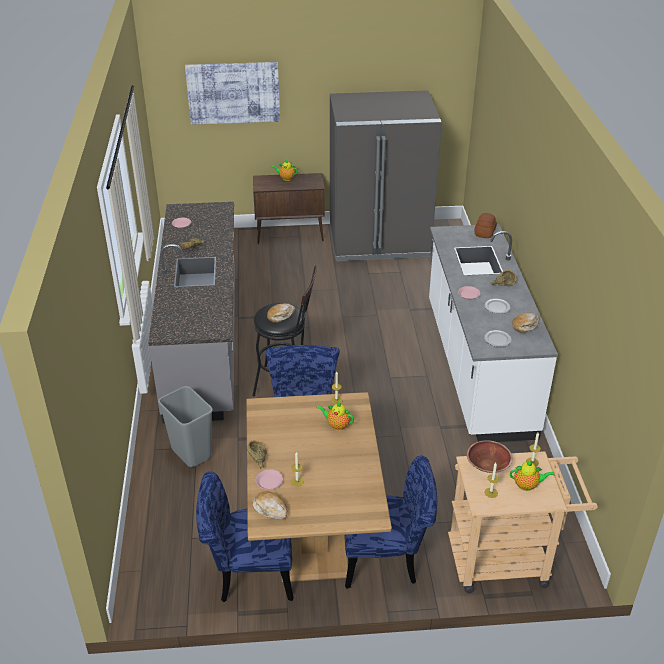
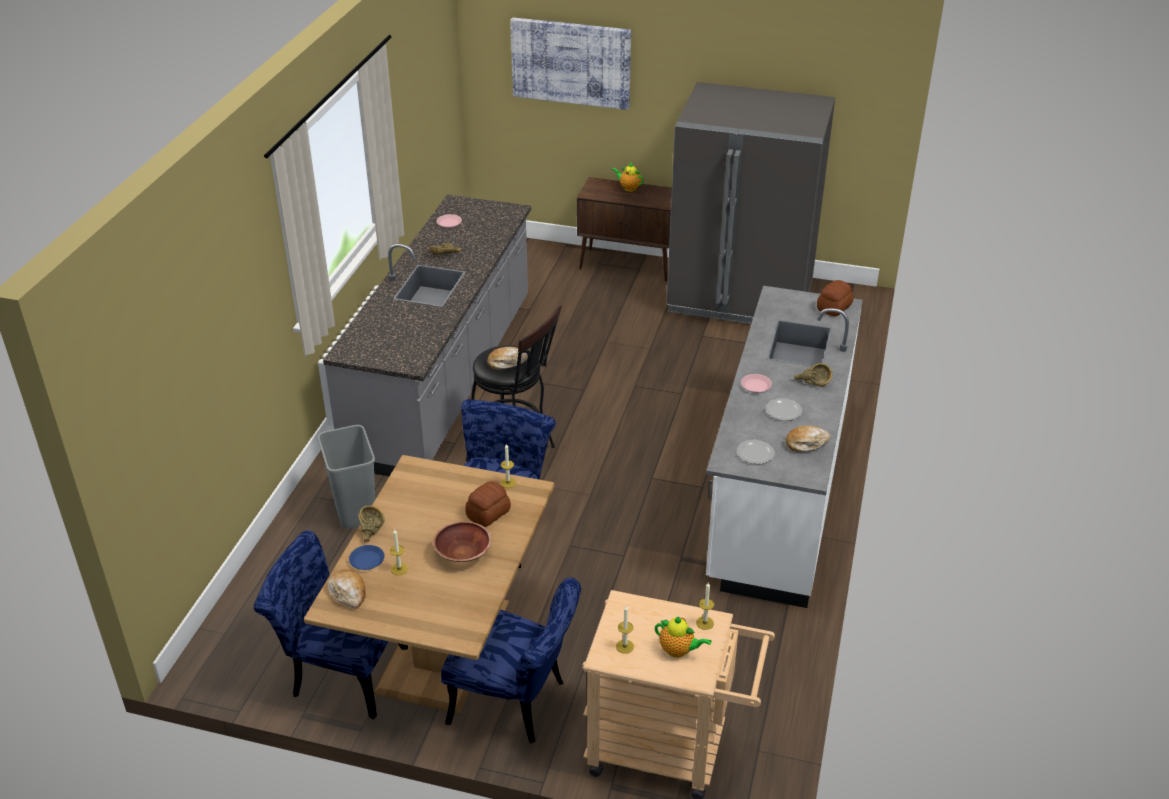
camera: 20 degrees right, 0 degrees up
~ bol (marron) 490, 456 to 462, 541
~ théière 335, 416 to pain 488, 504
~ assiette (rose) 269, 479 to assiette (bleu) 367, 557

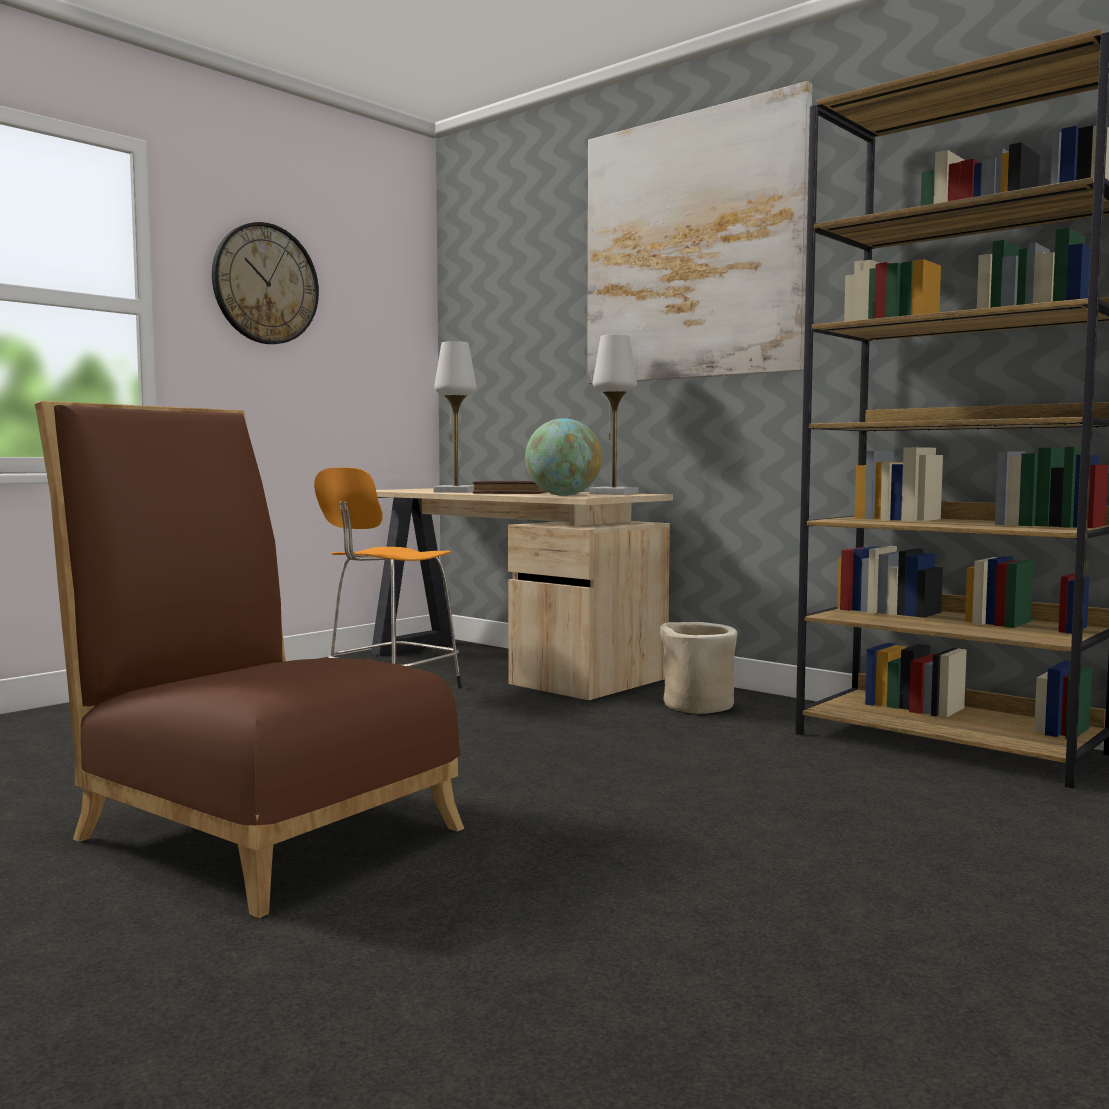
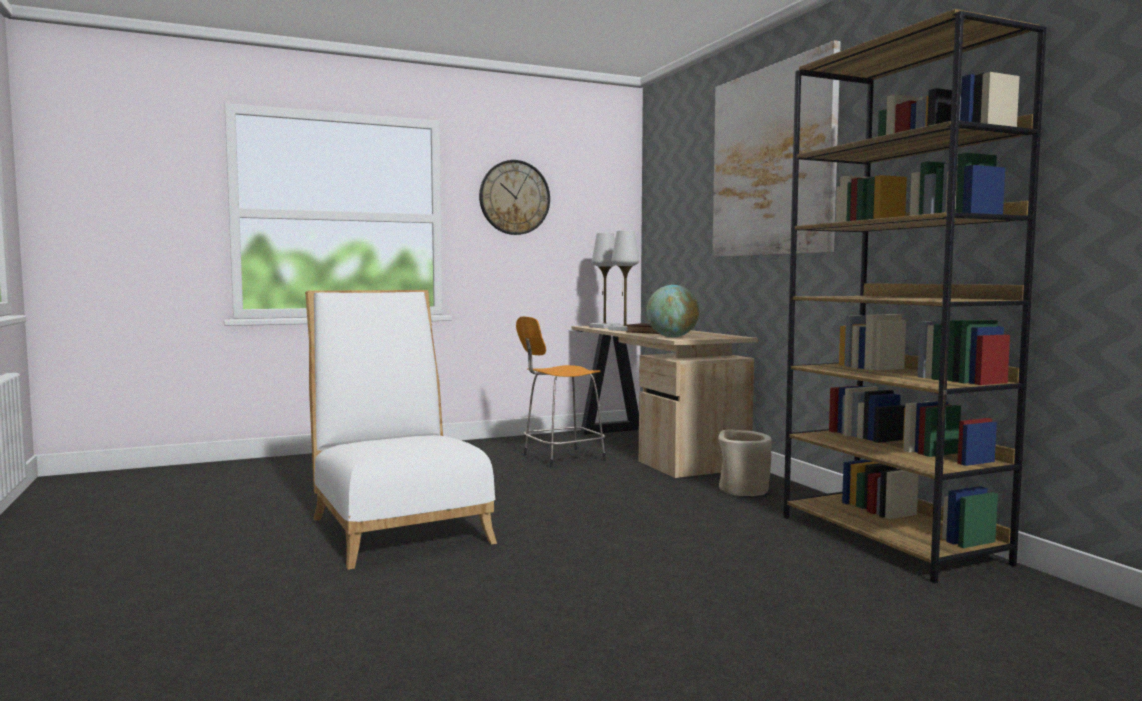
camera: 25 degrees right, 0 degrees up
~ lampe de table (blanc) 614, 414 to 605, 280
~ chaise (marron) 249, 659 to chaise (blanc) 401, 430

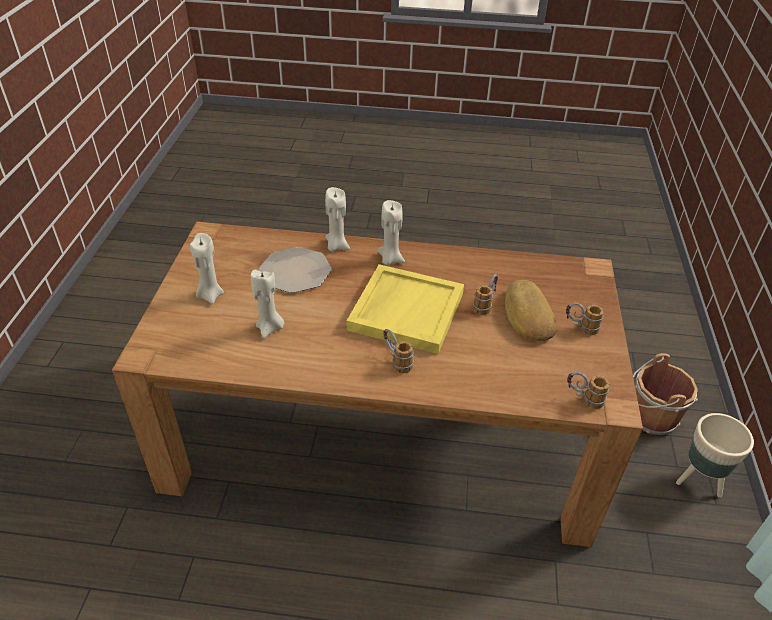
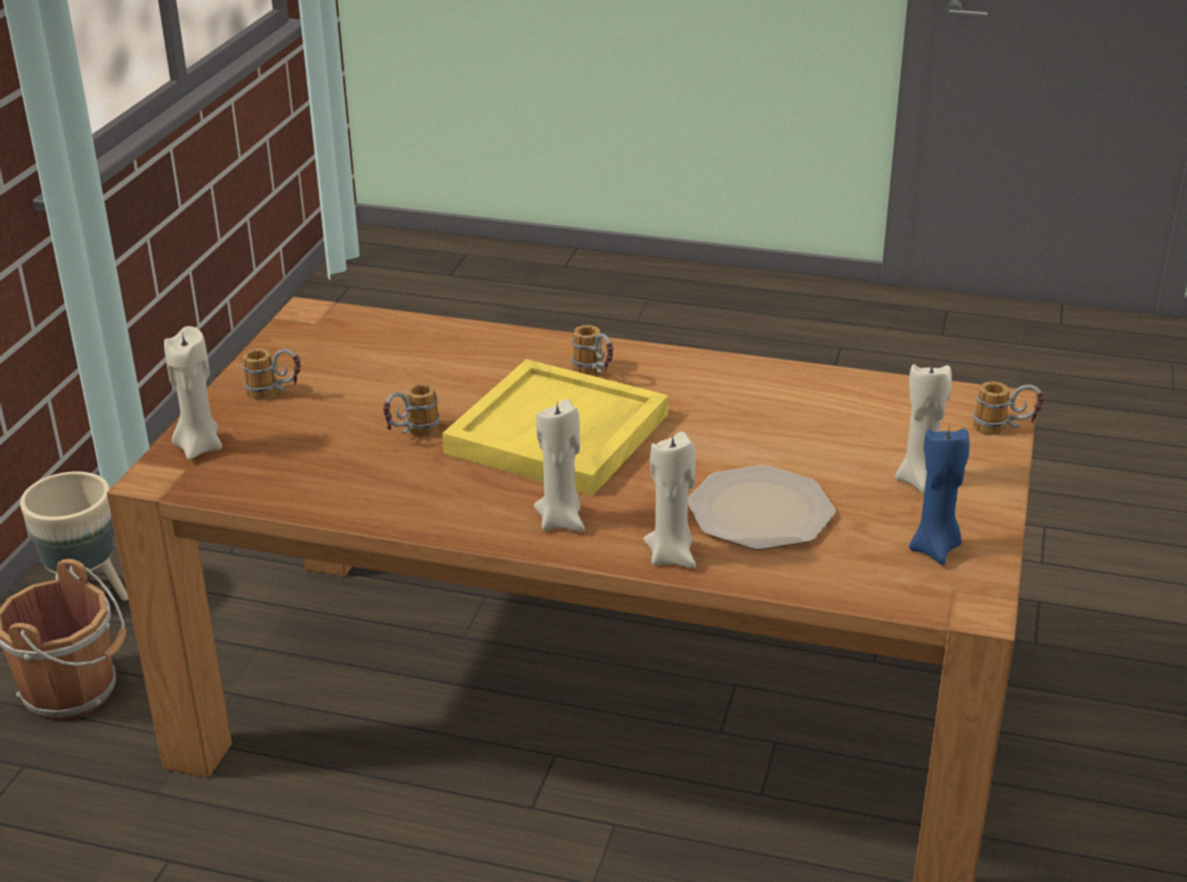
camera: 170 degrees left, 10 degrees down
- pain 531, 310
+ bougie (bleu) 939, 496
~ bougie (beige) 267, 304 to 193, 393
~ mug 588, 390 to 1008, 408

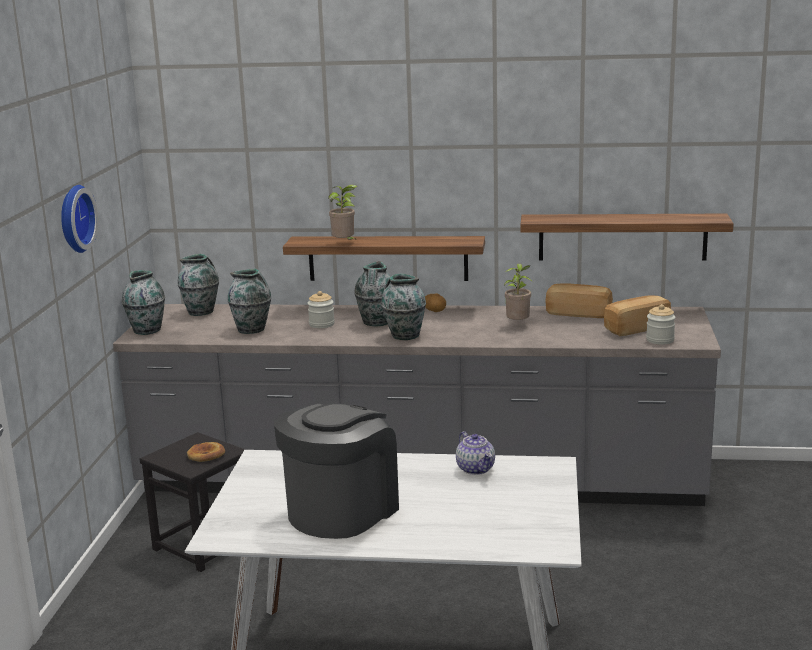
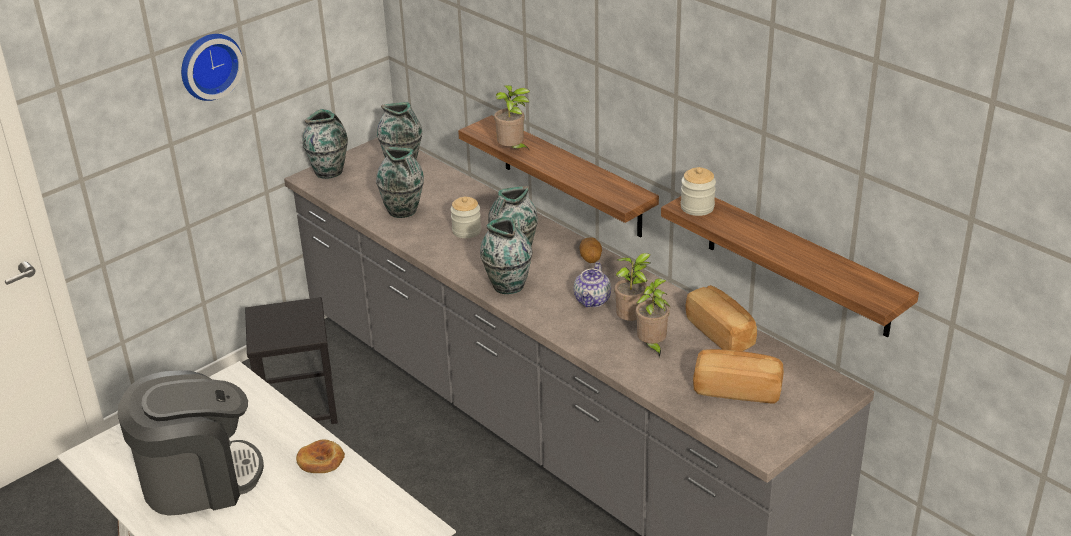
camera: 40 degrees right, 15 degrees up
+ plante en pot 653, 318
~ pain 206, 452 to 320, 456
~ théière 475, 453 to 592, 284
~ bocal 661, 324 to 698, 191

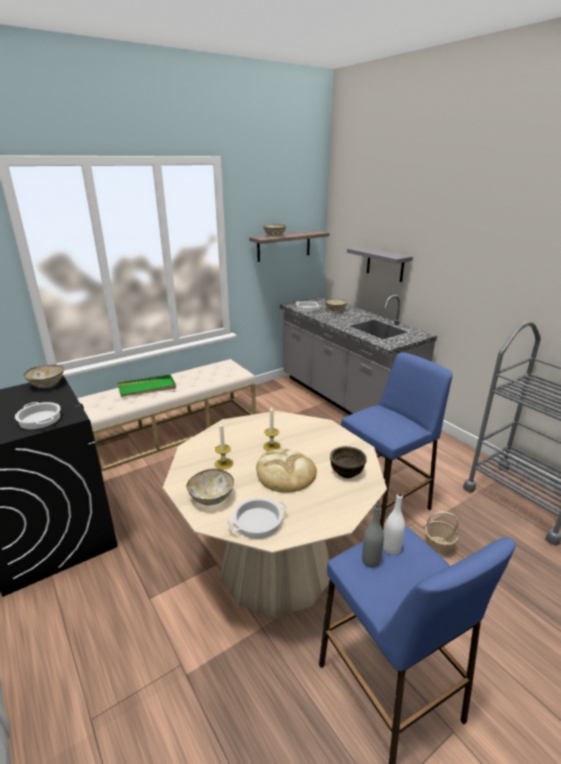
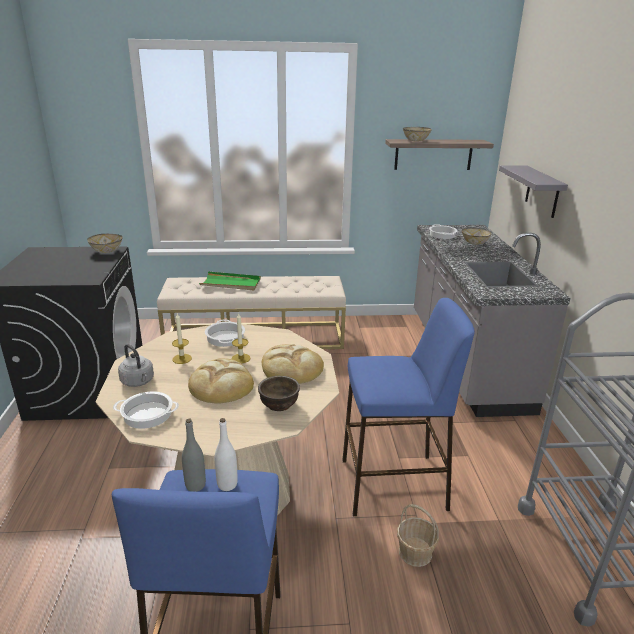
camera: 30 degrees right, 0 degrees up
+ pain 293, 364
~ marmite 38, 415 to 225, 333
~ bol 210, 487 to bouilloire (gris) 136, 365

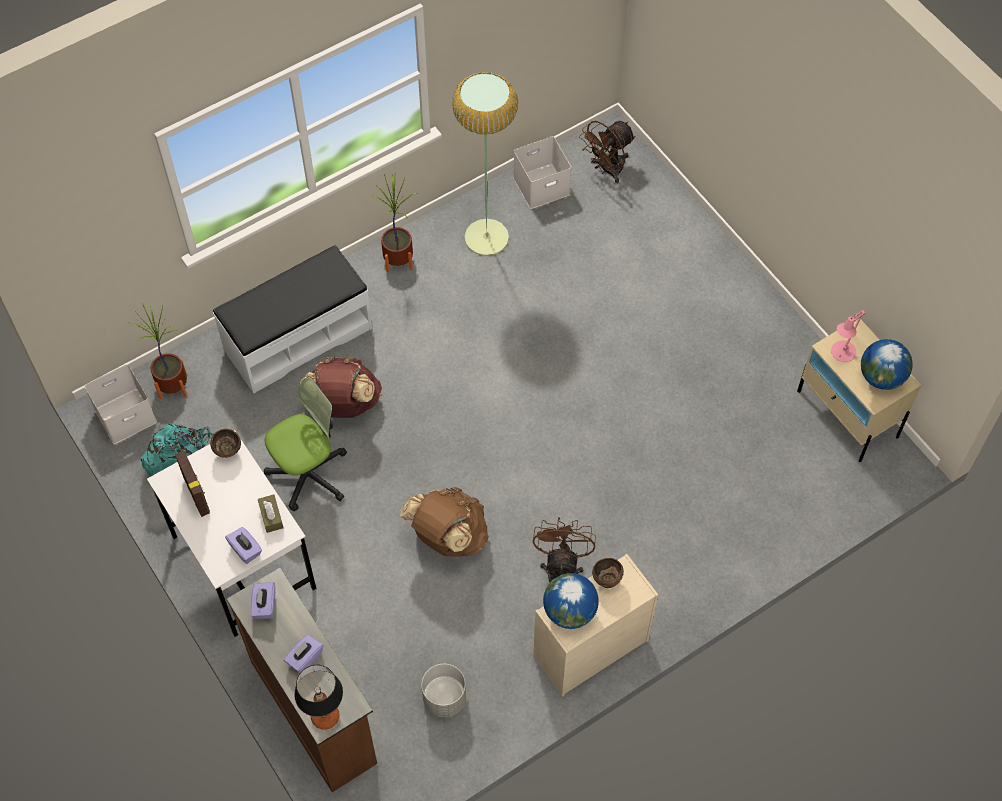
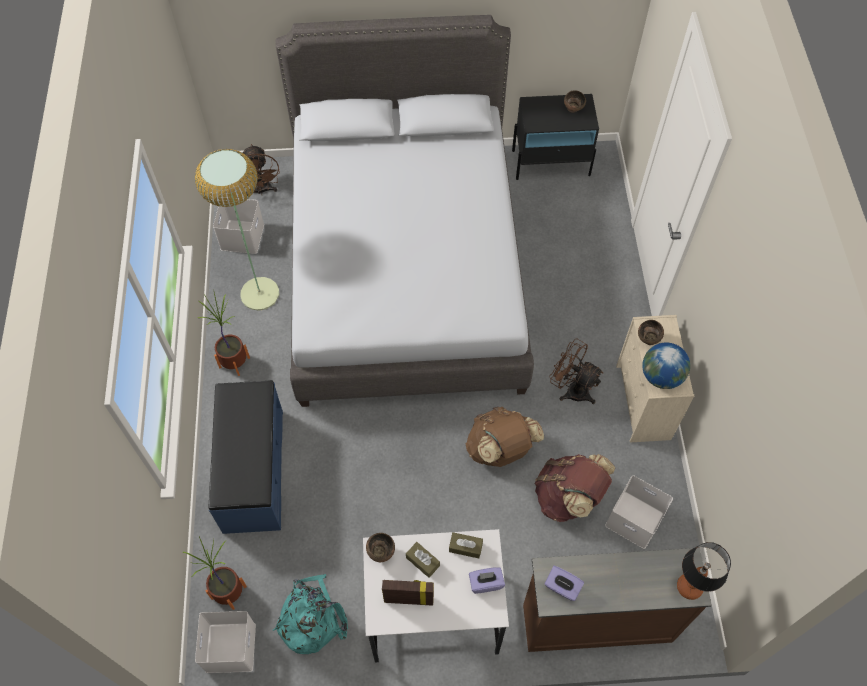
camera: 60 degrees left, 0 degrees up
- chaise de bureau 305, 444
- boîte à mouchoirs (violet) 303, 653
- lampe de table (rose) 848, 336
+ lit (gris) 404, 211
+ boîte à mouchoirs (marron) 423, 560
~ sac à dos (marron) 340, 387 to 575, 488
~ cache-pot (gris) 443, 690 to boîte de rangement (blanc) 639, 512
~ globe 887, 364 to bol (marron) 575, 101
~ banc (blanc) 292, 319 to banc (bleu) 246, 457
~ table de chevet (beige) 859, 390 to table de chevet (noir) 555, 137

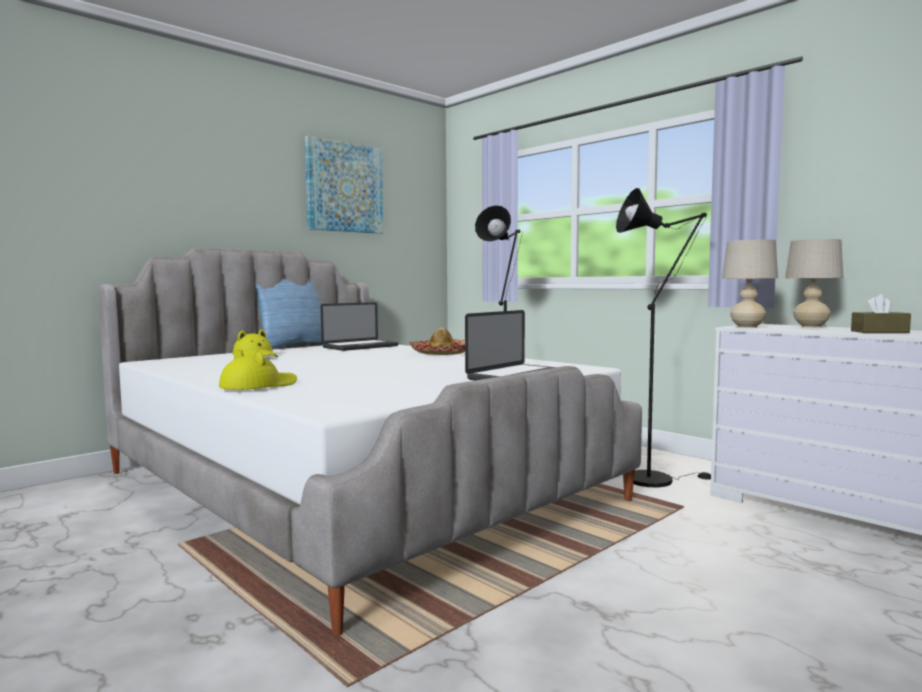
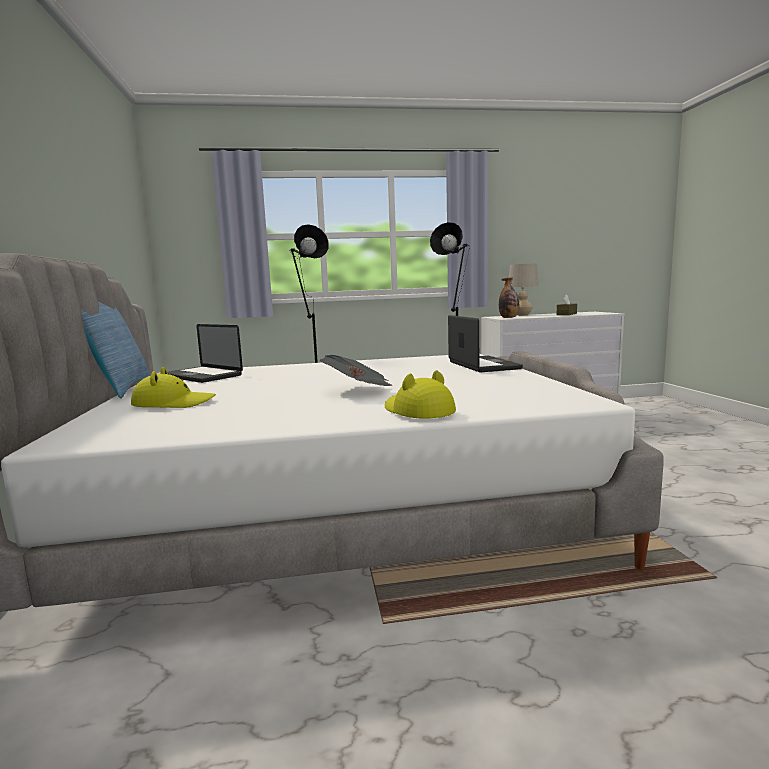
camera: 55 degrees left, 5 degrees up
- tableau 344, 185
- chapeau 437, 341
+ journal 356, 370
~ lampe de table (beige) 750, 284 to bouteille 509, 297
~ ordinateur portable 359, 326 = 205, 353 135 degrees clockwise

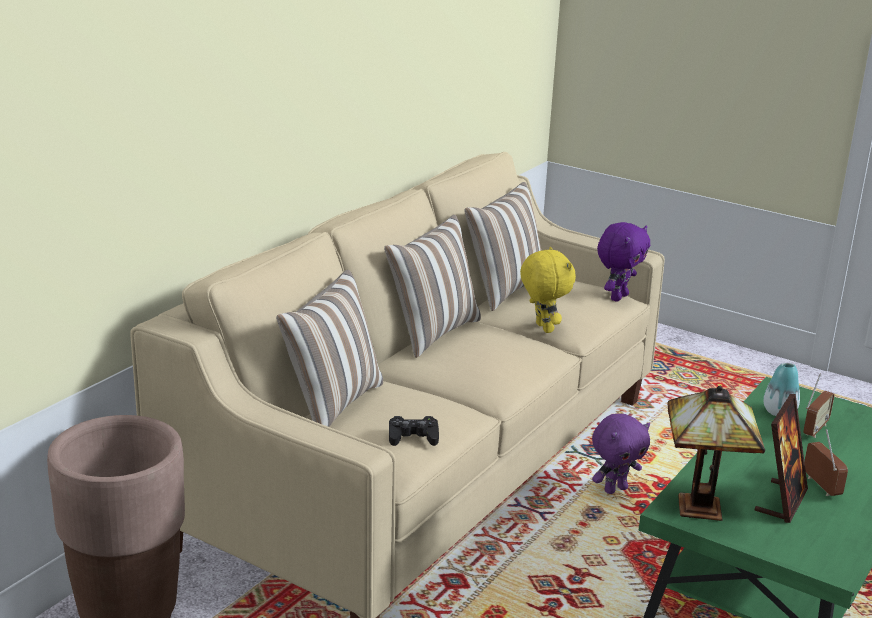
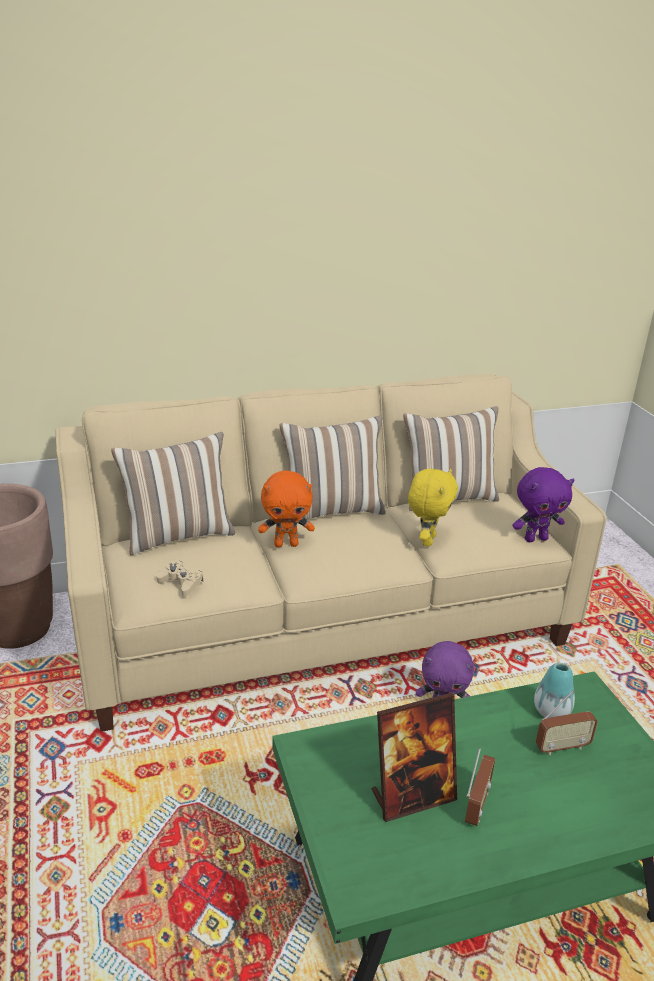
camera: 40 degrees right, 5 degrees up
- lampe de table 716, 453
+ peluche (orange) 286, 509
~ manette (noir) 414, 431 to manette (beige) 180, 579

